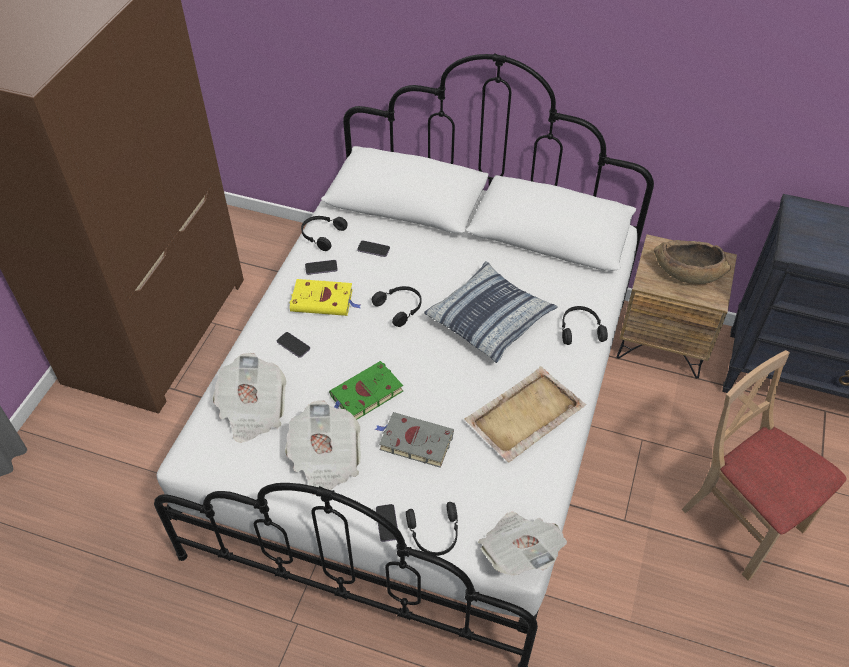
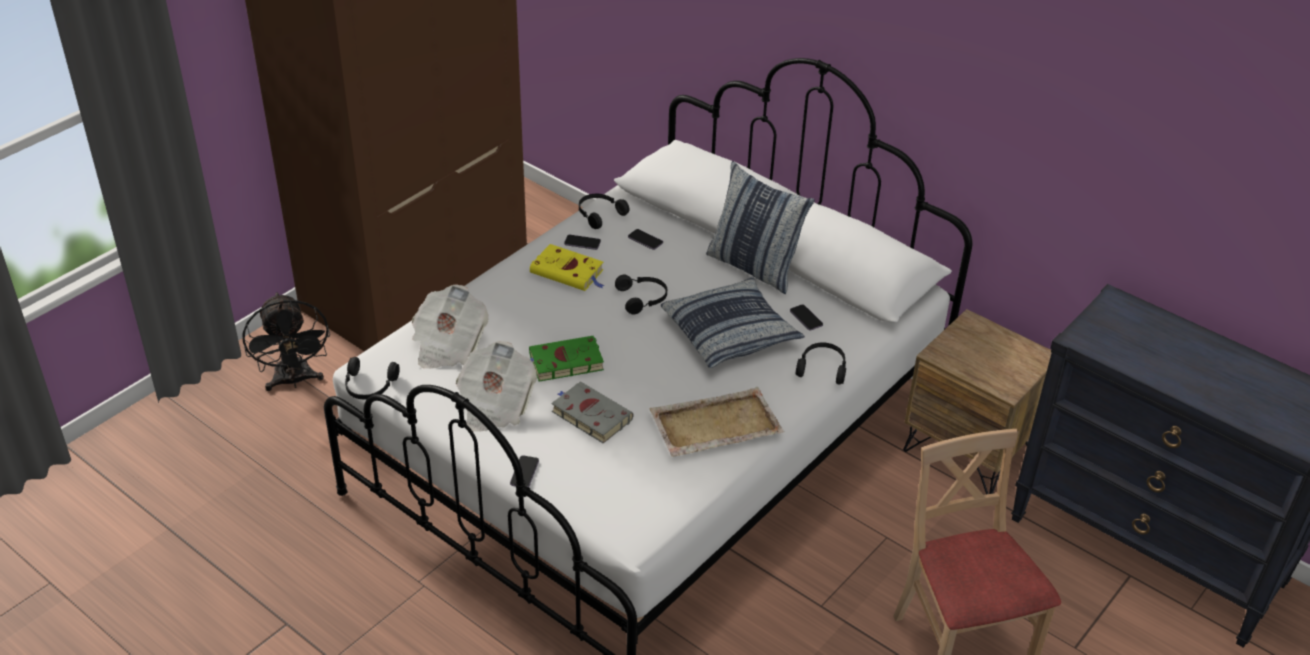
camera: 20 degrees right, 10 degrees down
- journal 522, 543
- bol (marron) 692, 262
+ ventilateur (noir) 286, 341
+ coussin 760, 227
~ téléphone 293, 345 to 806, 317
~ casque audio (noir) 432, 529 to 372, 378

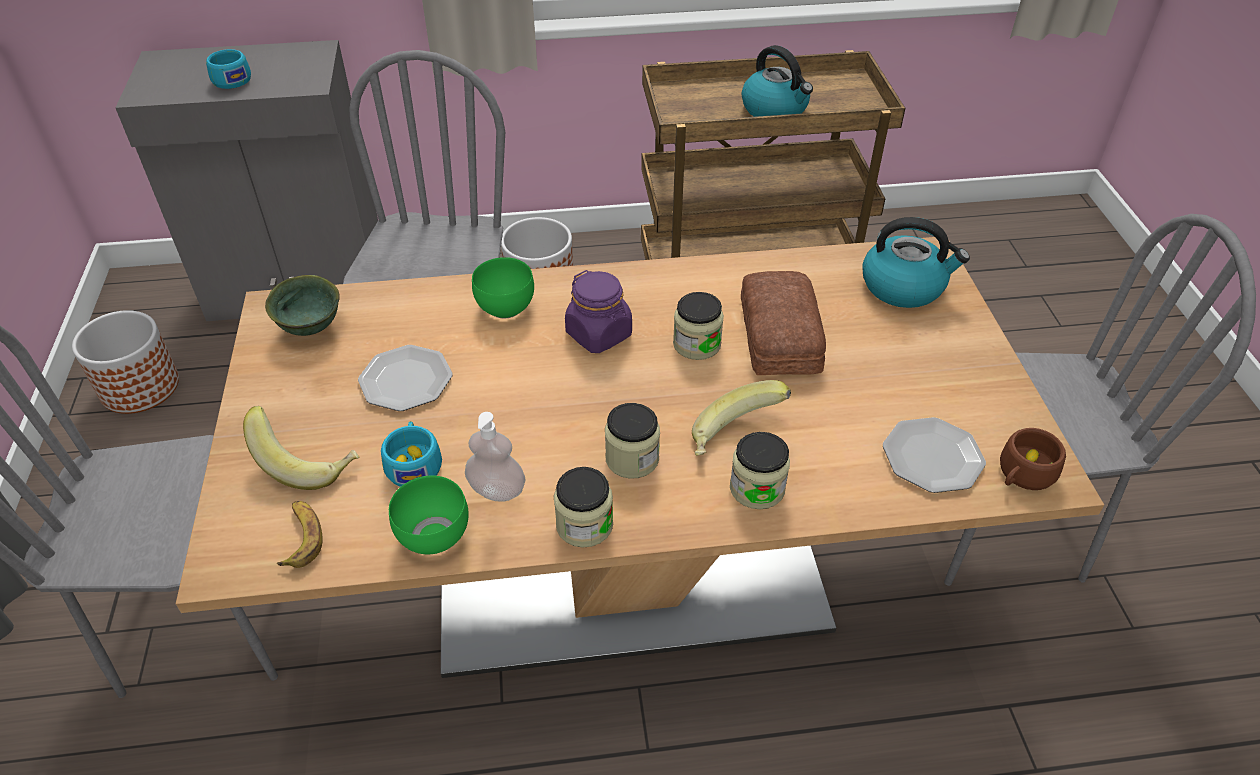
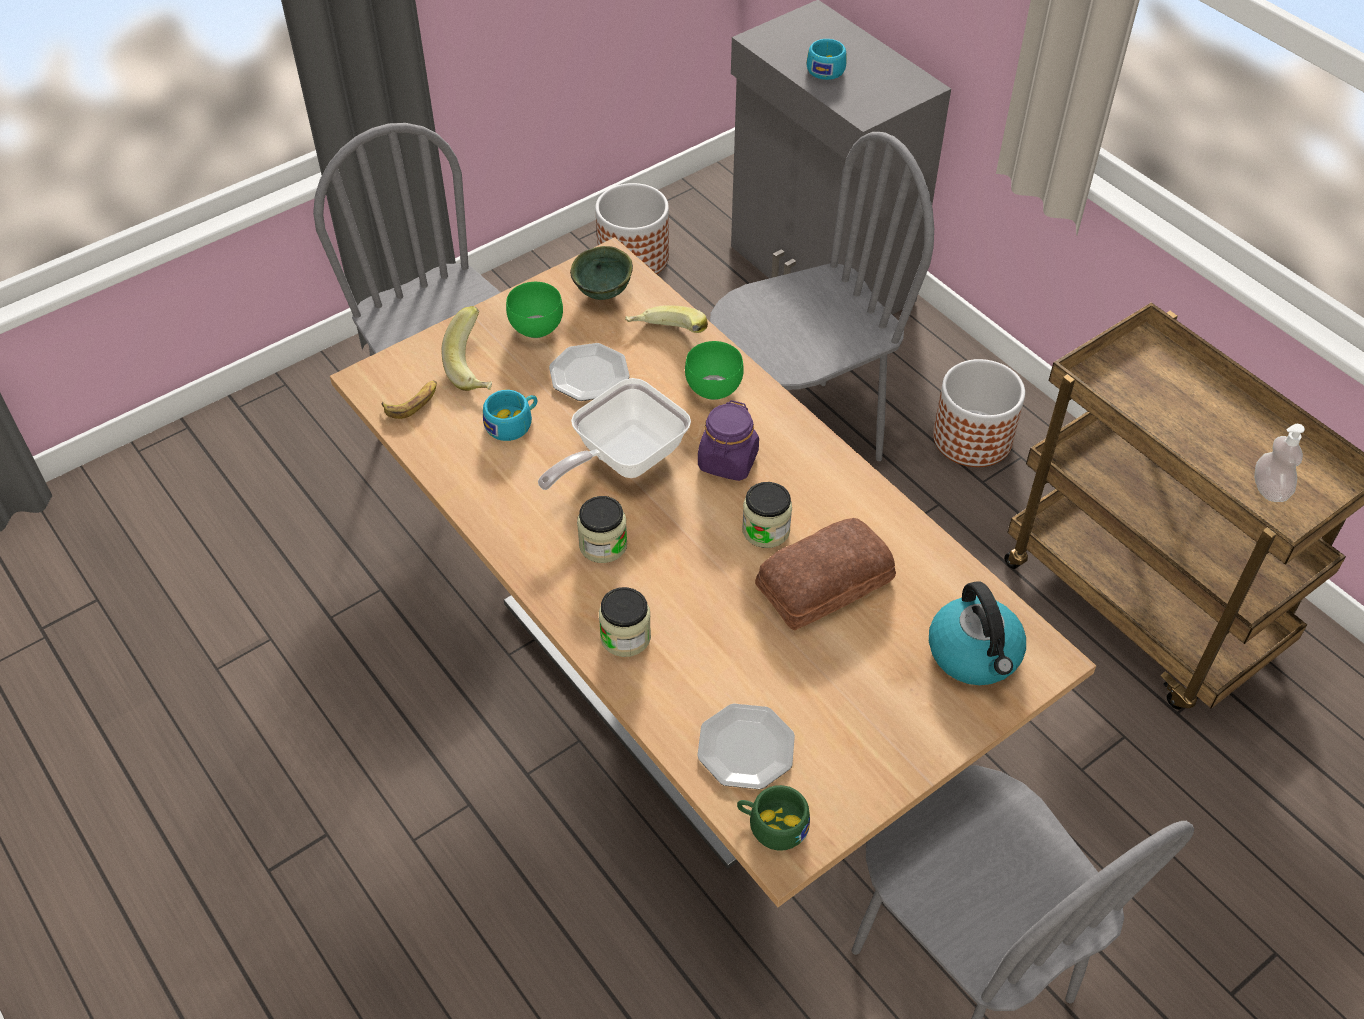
camera: 60 degrees right, 5 degrees up
- bocal 583, 507
- bouilloire 777, 81
+ poêle 614, 434
~ bol (vert) 429, 515 to 534, 310
~ distributeur de savon 495, 457 to 1279, 463
~ banane 741, 418 to 666, 319
~ tasse (marron) 1033, 459 to tasse (vert) 773, 818

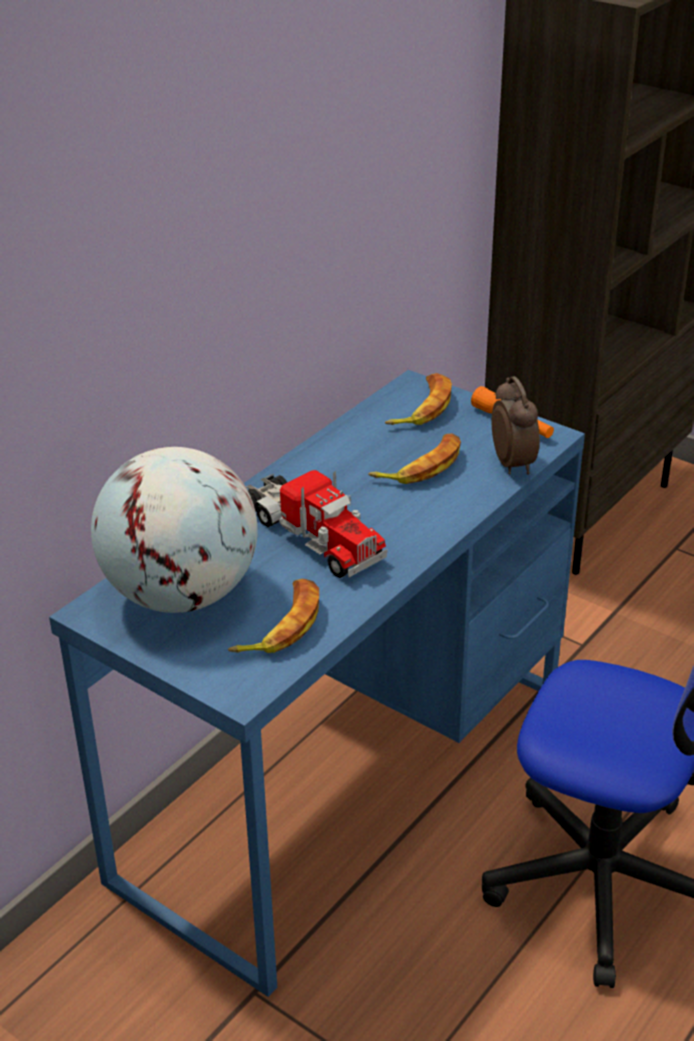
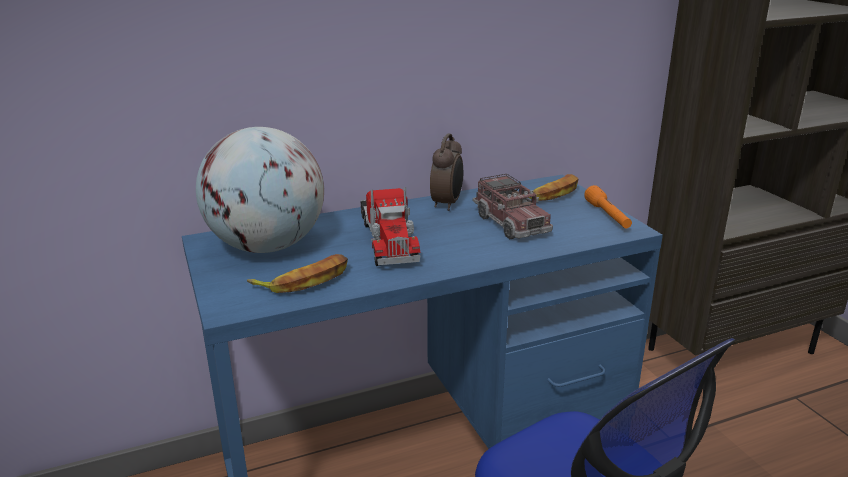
camera: 30 degrees right, 10 degrees down
~ réveil 516, 425 to 446, 172
~ banane 414, 459 to camion jouet 513, 206

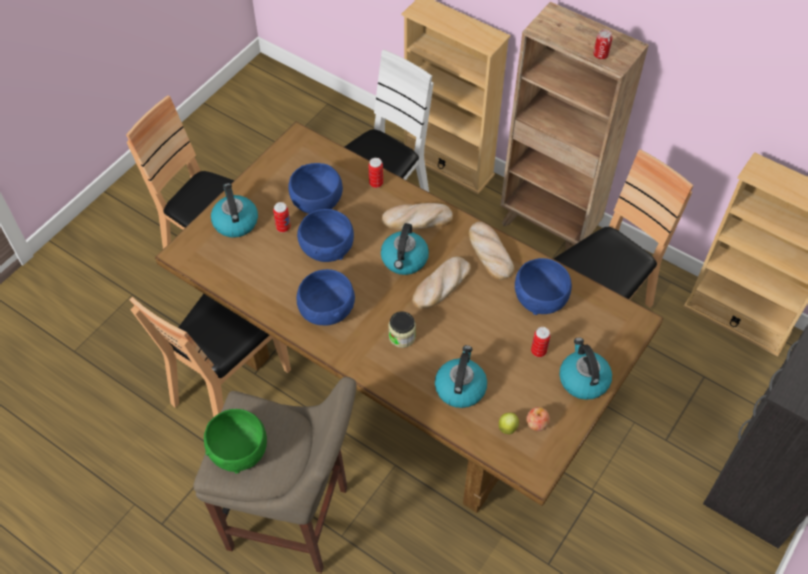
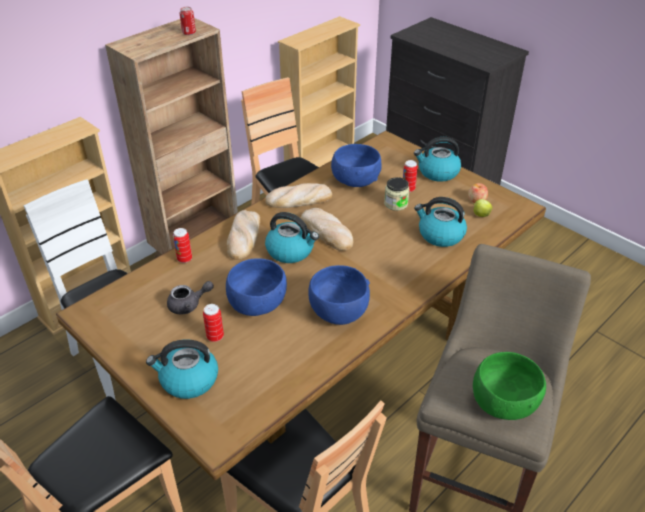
camera: 80 degrees left, 15 degrees down
~ bocal 402, 329 to 397, 194
~ bol (bleu) 315, 188 to théière (gris) 190, 298

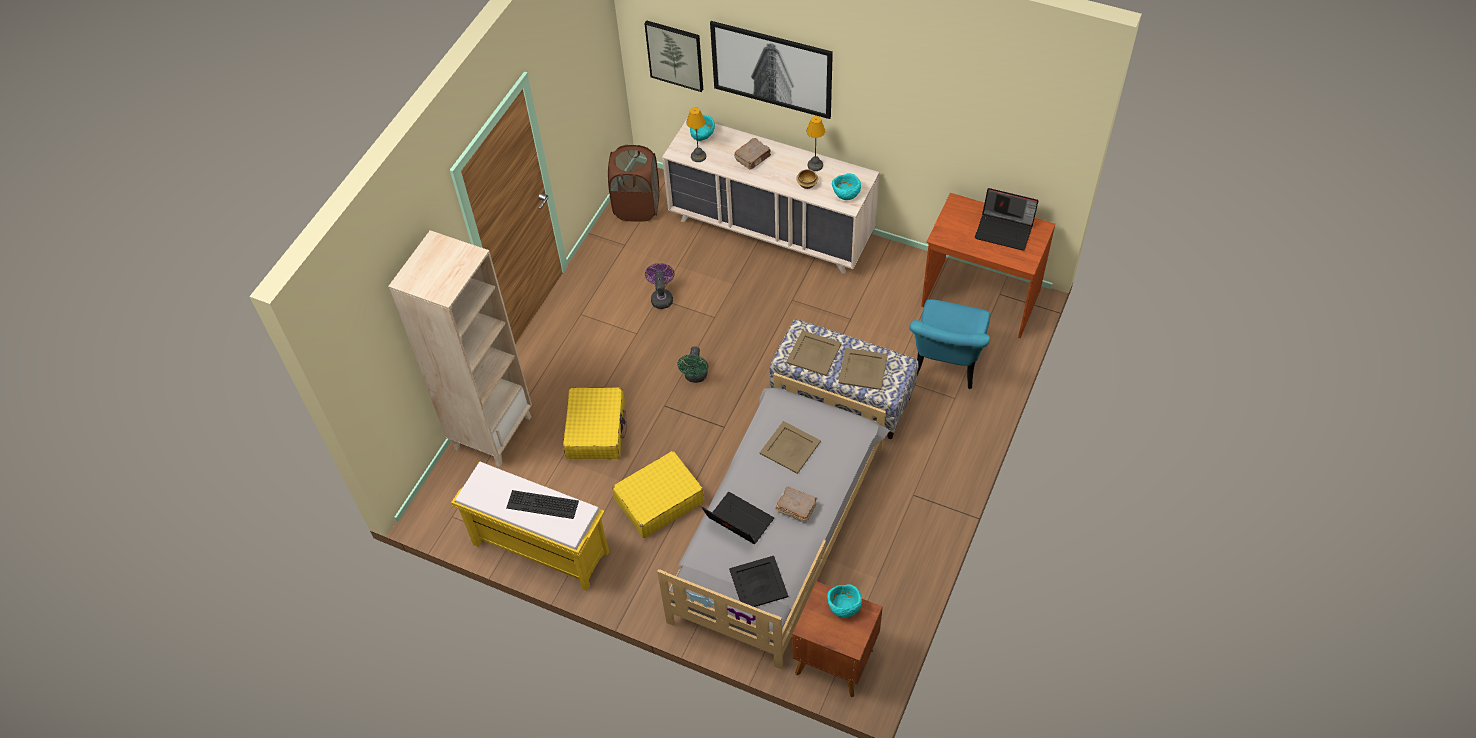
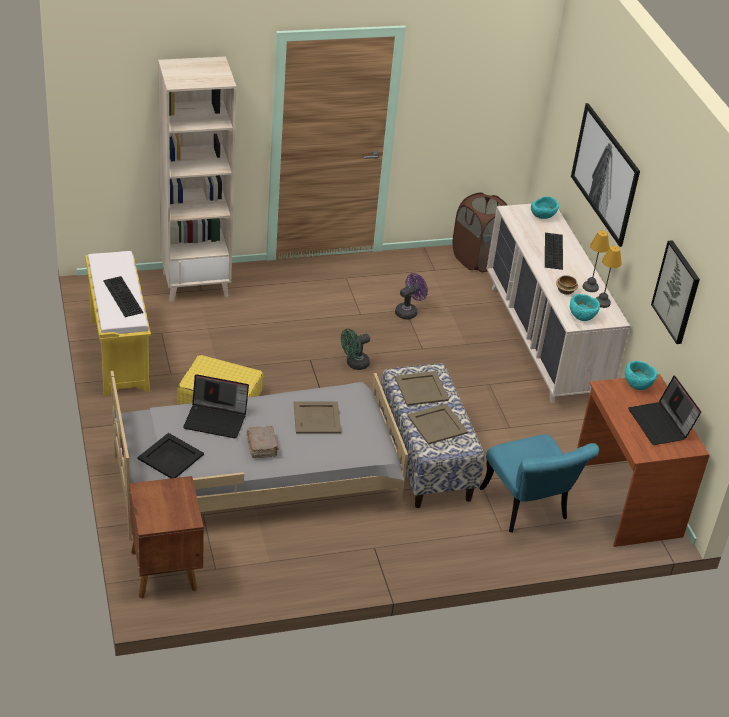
camera: 45 degrees right, 15 degrees down
- valise (jaune) 595, 423
~ tableau 673, 56 to 675, 292
~ lampe de table 696, 134 to 608, 277
~ bol (turquoise) 844, 600 to 641, 375
~ livre (marron) 752, 154 to clavier 554, 251
~ ordinateur portable 738, 518 = 216, 406 105 degrees clockwise
~ chaise (turquoise) 950, 344 = 539, 483 90 degrees counterclockwise

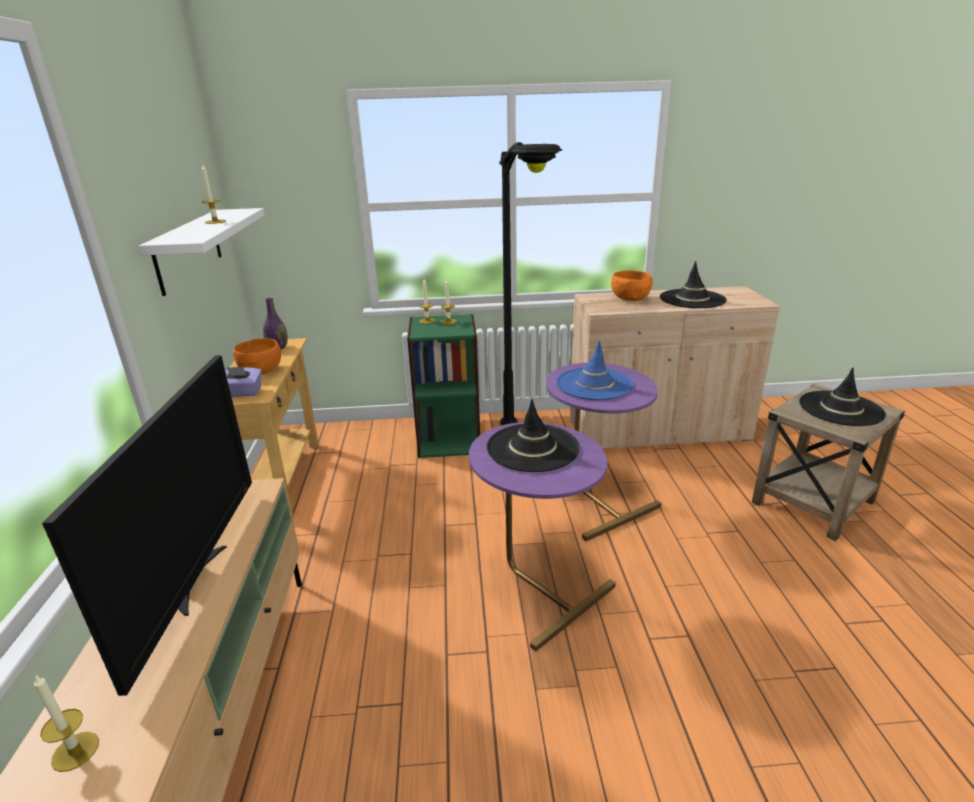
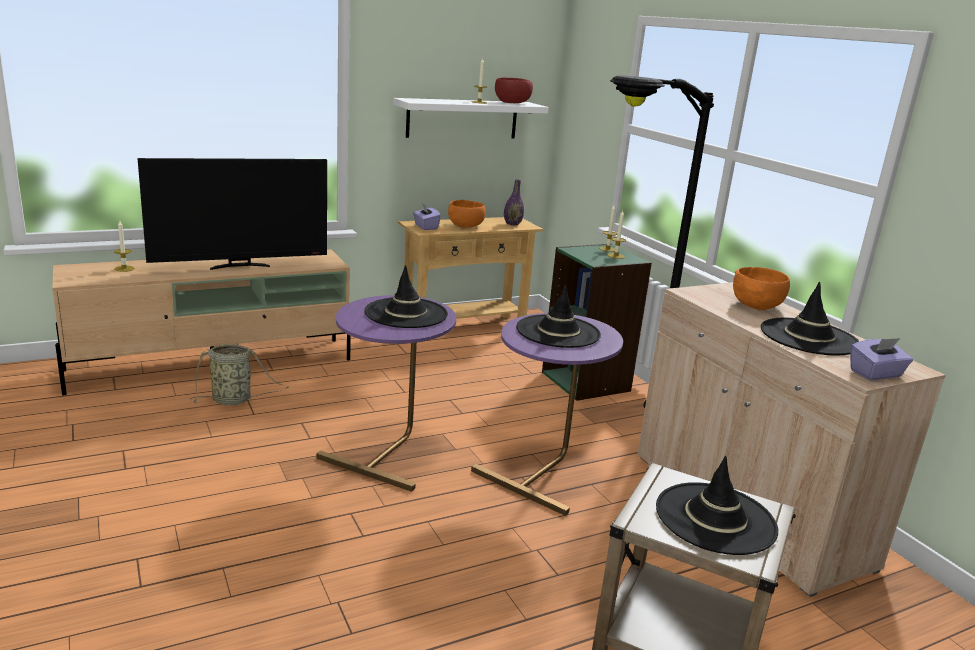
camera: 65 degrees right, 5 degrees down
+ panier 239, 374
+ bol (rouge) 514, 90
+ boîte à mouchoirs (violet) 881, 359
~ chapeau (bleu) 594, 370 to chapeau (noir) 558, 316

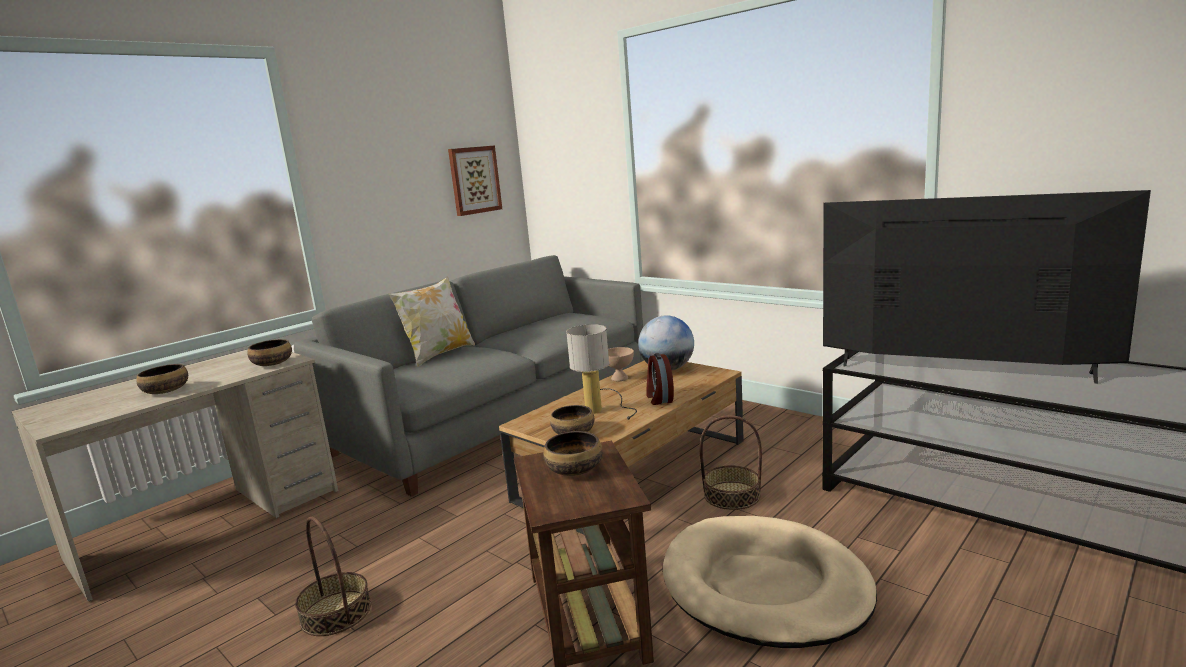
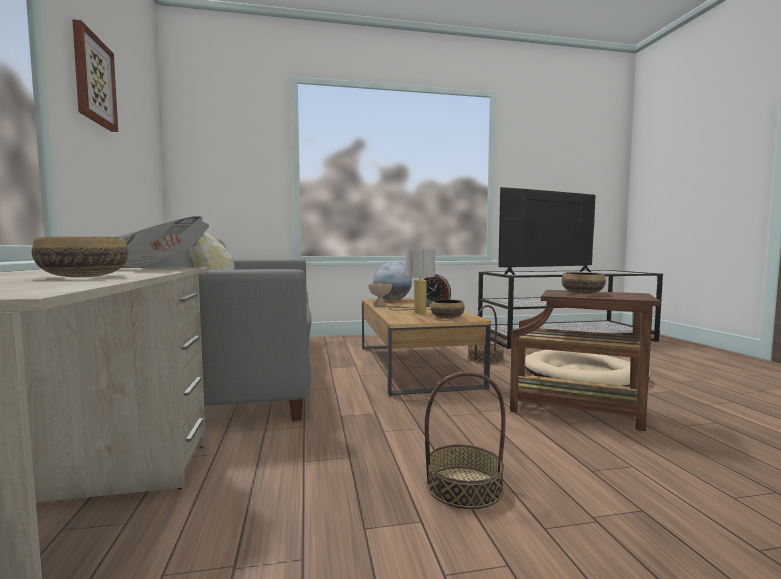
camera: 55 degrees left, 10 degrees down
~ tableau 475, 180 to 95, 75
~ bol 269, 352 to journal 166, 242

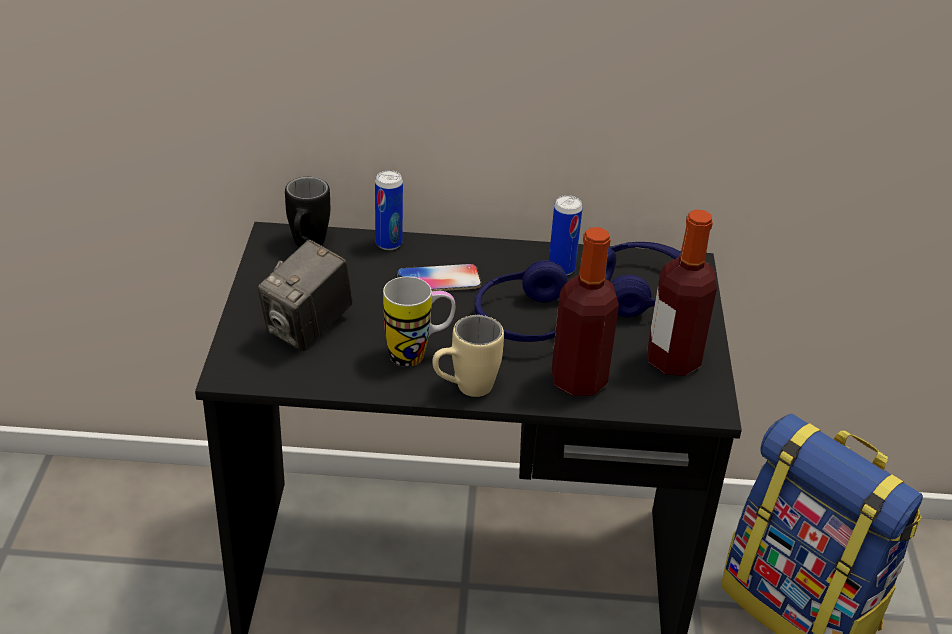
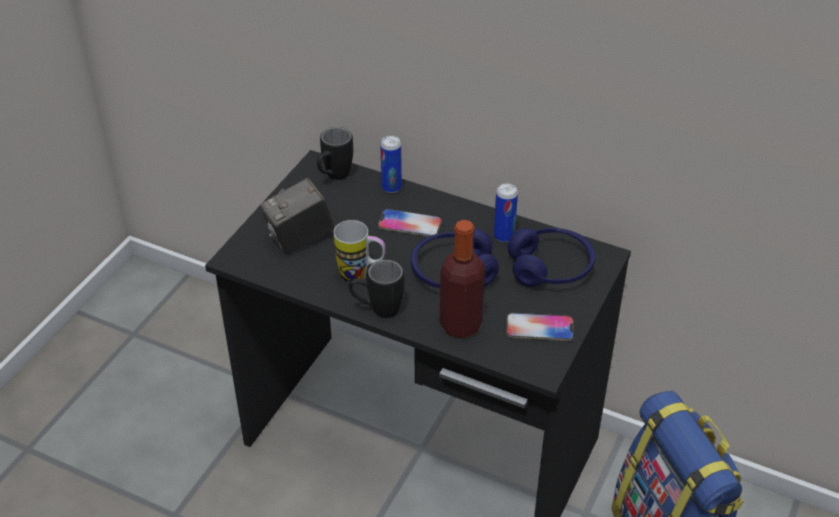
camera: 25 degrees right, 5 degrees up
~ bouteille 682, 293 to téléphone 540, 327
~ mug (beige) 468, 356 to mug (noir) 376, 289

